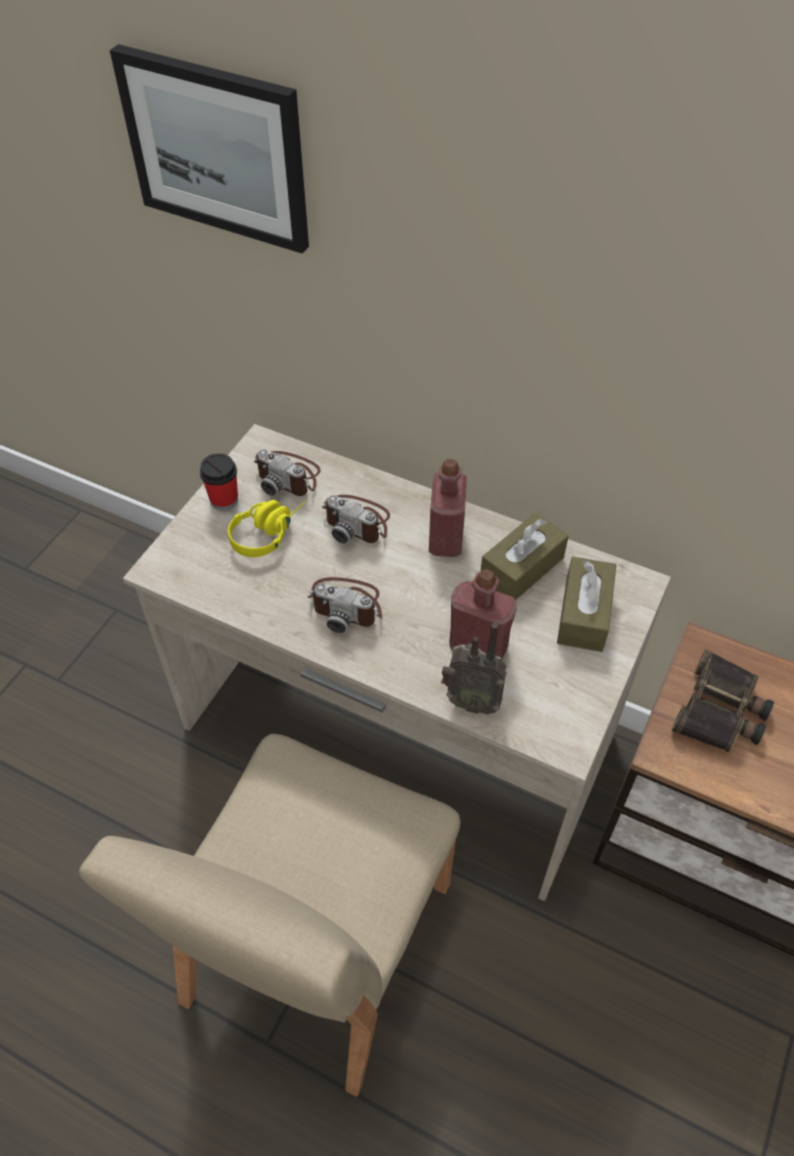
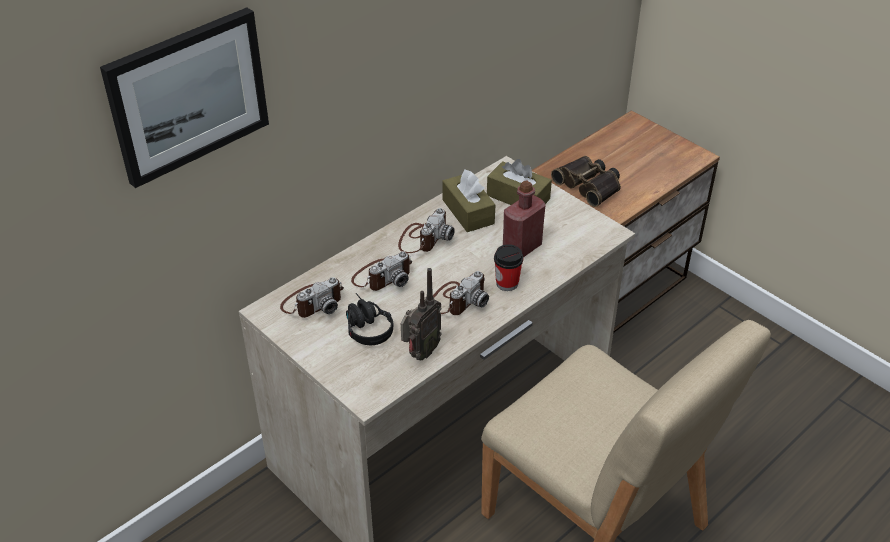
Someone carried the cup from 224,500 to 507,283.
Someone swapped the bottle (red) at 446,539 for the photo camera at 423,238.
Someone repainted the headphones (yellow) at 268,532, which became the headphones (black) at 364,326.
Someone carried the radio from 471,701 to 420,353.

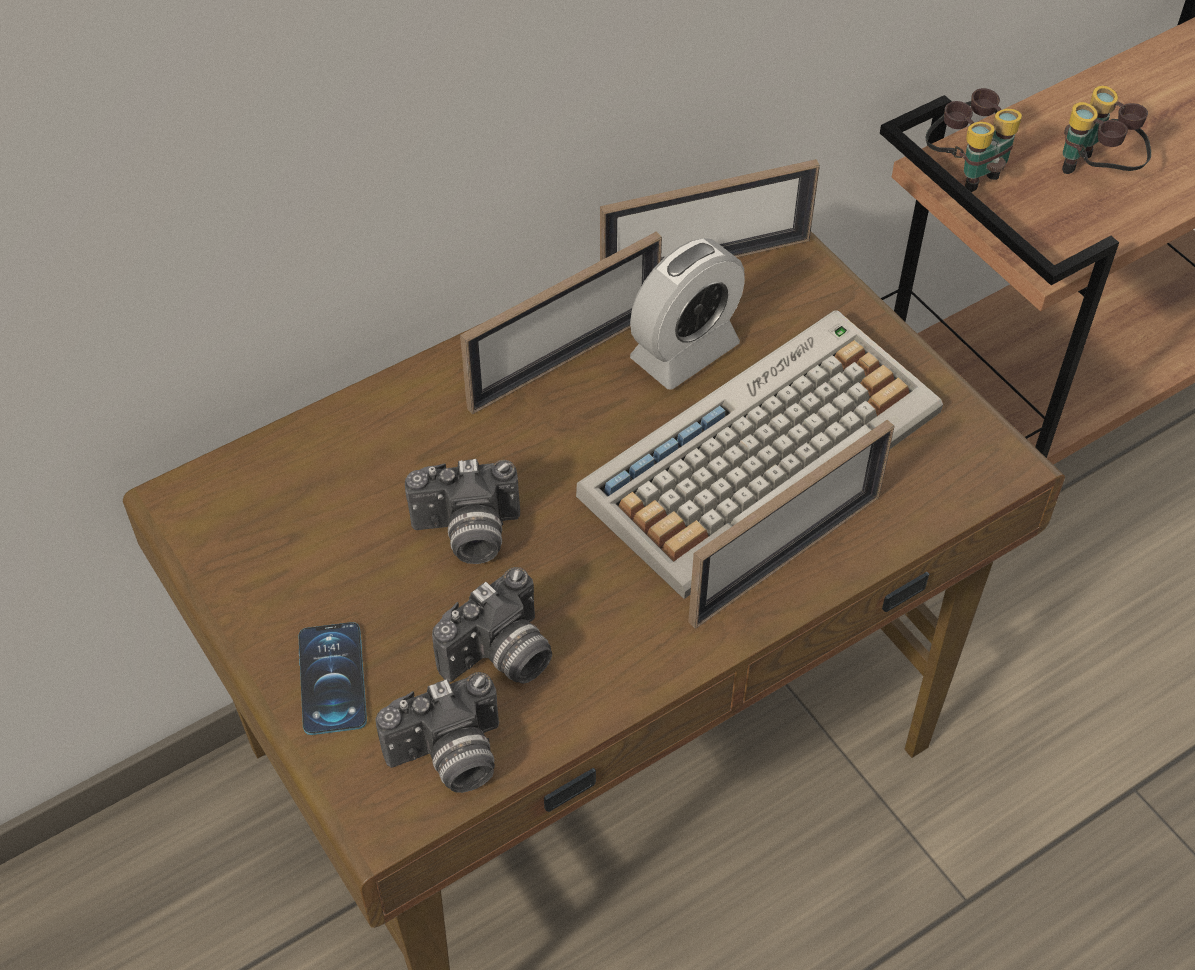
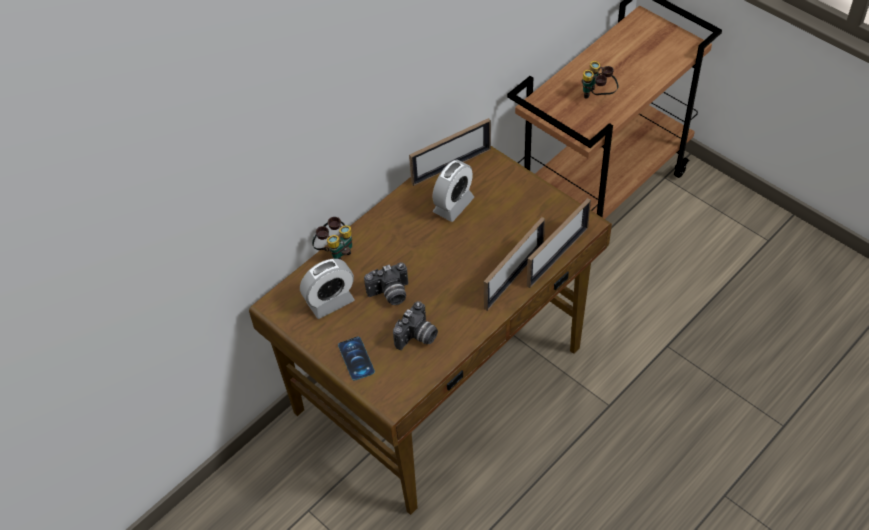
Someone carried the binoculars from 966,170 to 336,252.
Someone carried the picture frame from 565,359 to 557,256.
Someone took away the keyboard at 762,450.
Someone took away the photo camera at 449,759.
Someone put down the alarm clock at 330,302.

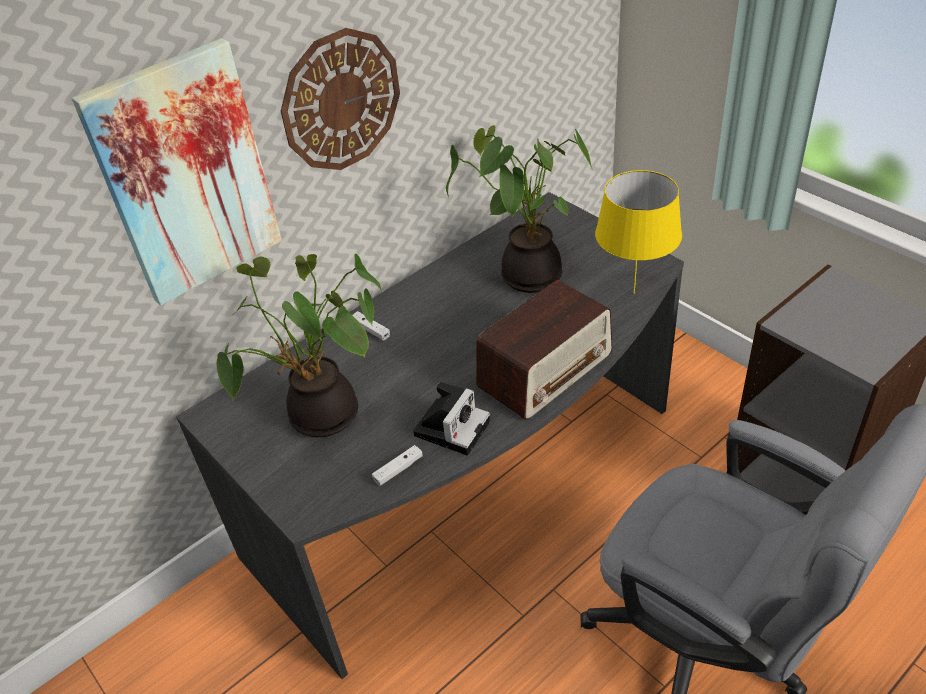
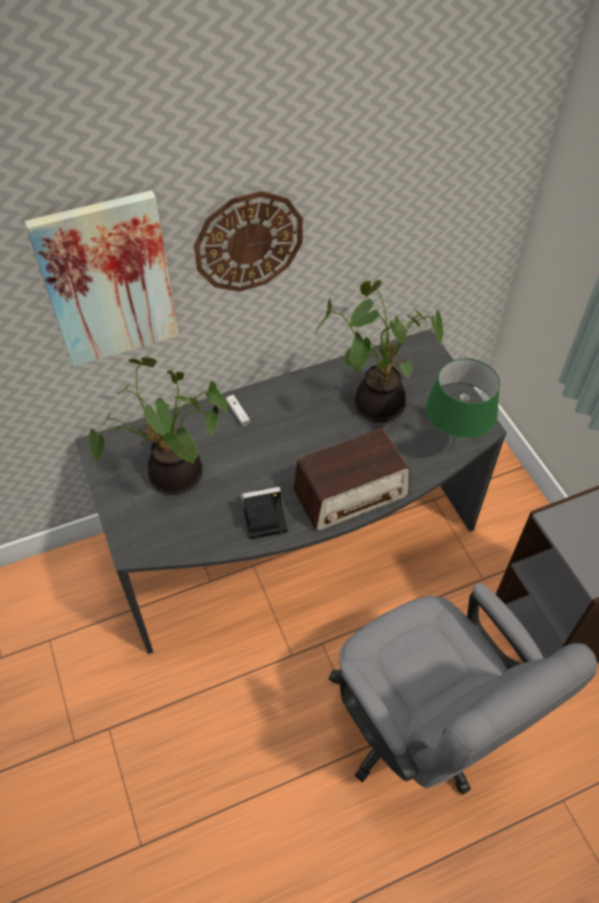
Someone repainted the table lamp (yellow) at 634,294, which became the table lamp (green) at 452,449.
Someone rotated the photo camera at 452,426 by 150 degrees counterclockwise.
Someone took away the game controller (white) at 398,469.

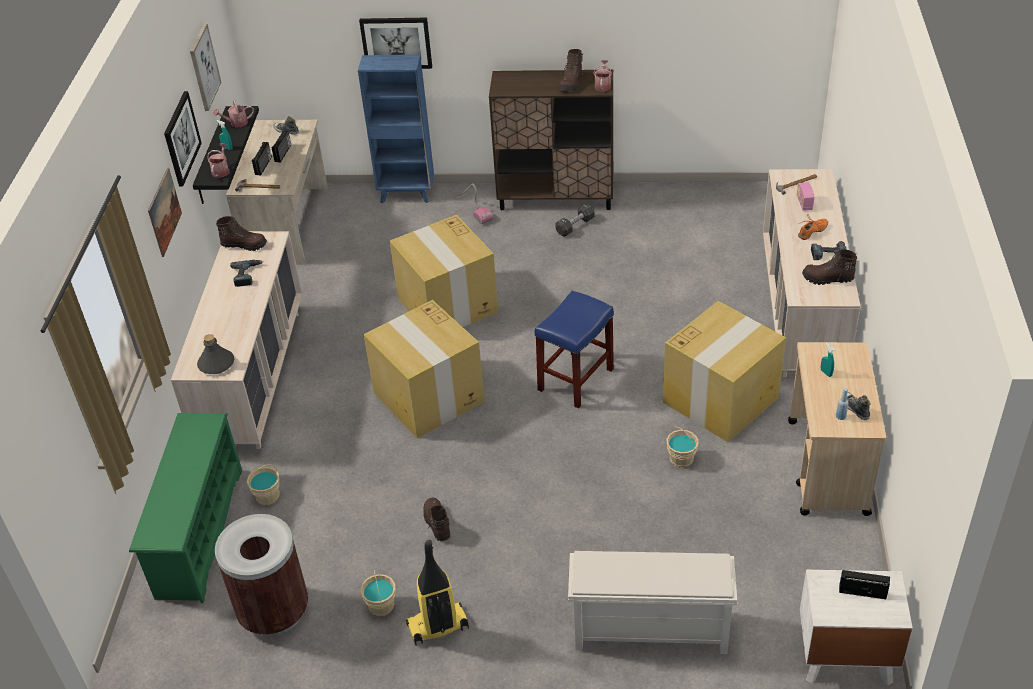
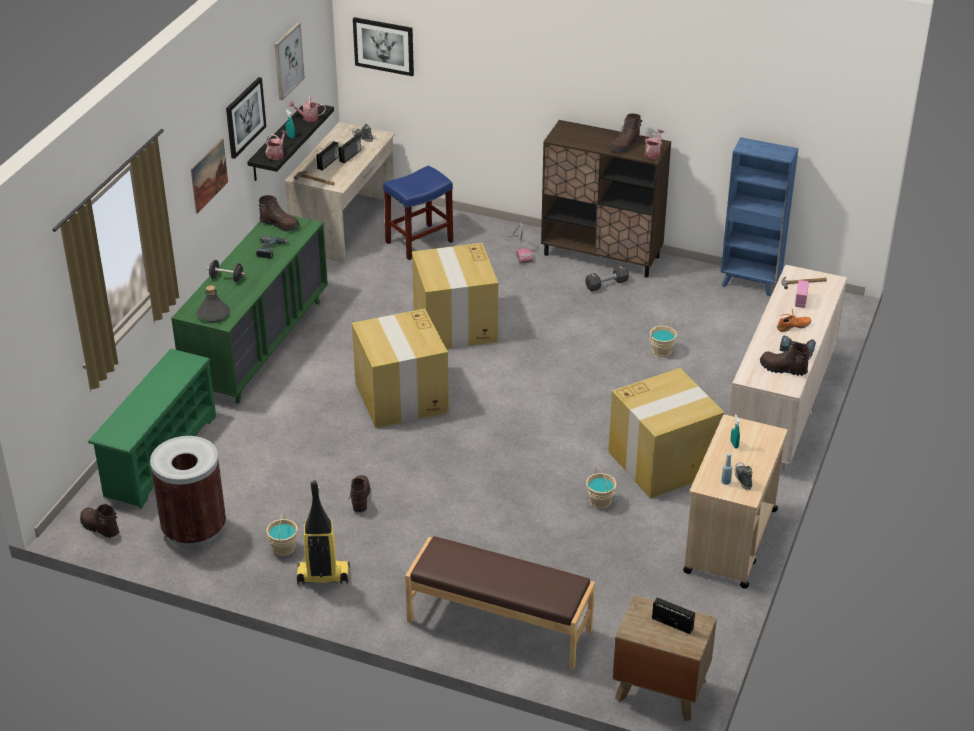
Someone carried the picture from 396,42 to 384,46.
Someone carried the bookcase (blue) from 407,194 to 750,283.
Someone repainted the dresser (beige) at 253,377, which became the dresser (green) at 258,345.
Someone carried the stool (blue) from 575,380 to 419,242.
Someone carried the bucket (beige) from 267,496 to 661,351.
Someone swapped the shoe rack (white) at 649,631 for the bench (brown) at 499,626.
Someone repainted the nightstand (white) at 845,656, which became the nightstand (brown) at 659,689.
Someone put down the dumbbell (black) at 226,278.
Someone put down the boot (brown) at 99,528.

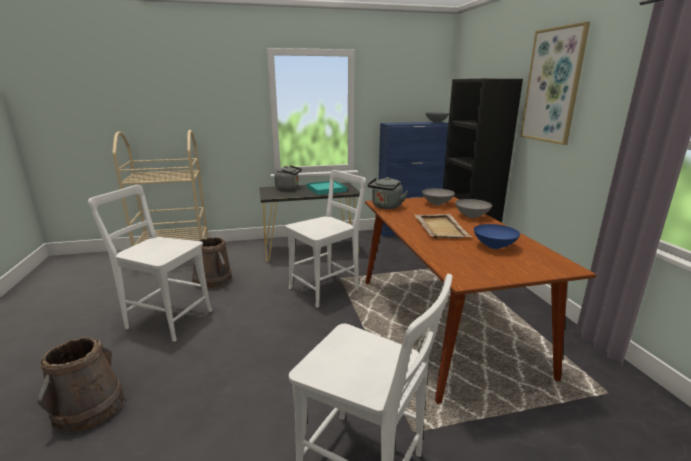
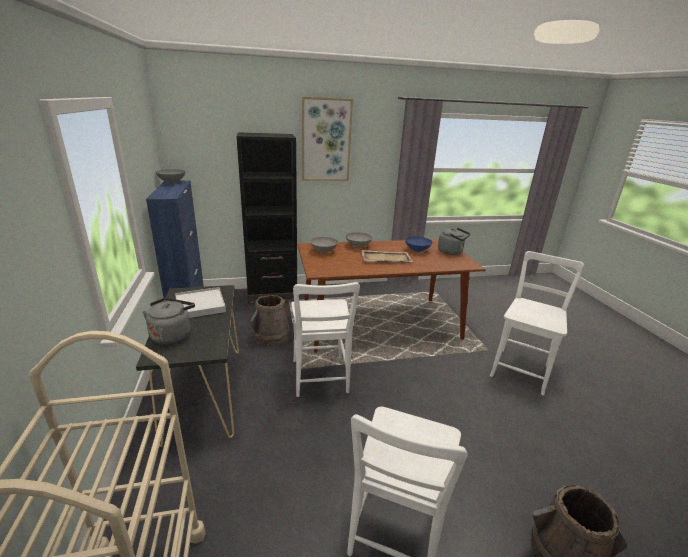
Someone rotated the chair (white) at 327,288 by 150 degrees counterclockwise.
Someone carried the kettle (grey) from 386,207 to 451,252.
Someone repainted the tray (turquoise) at 326,189, which became the tray (white) at 200,305.
Someone carried the bucket (brown) from 212,280 to 272,336.

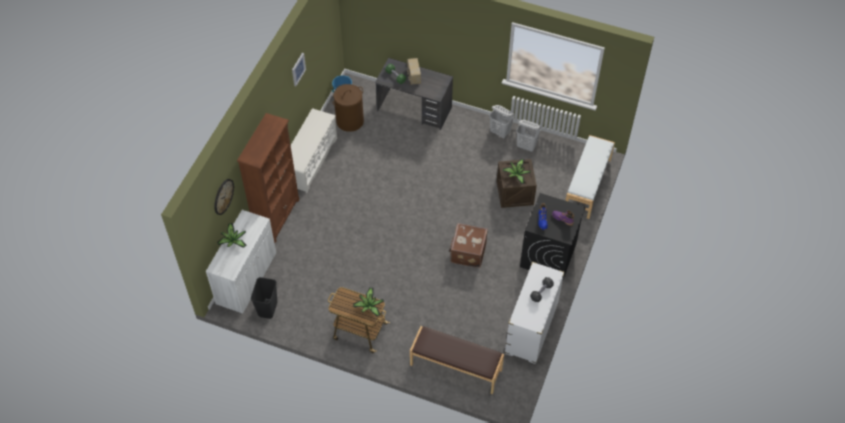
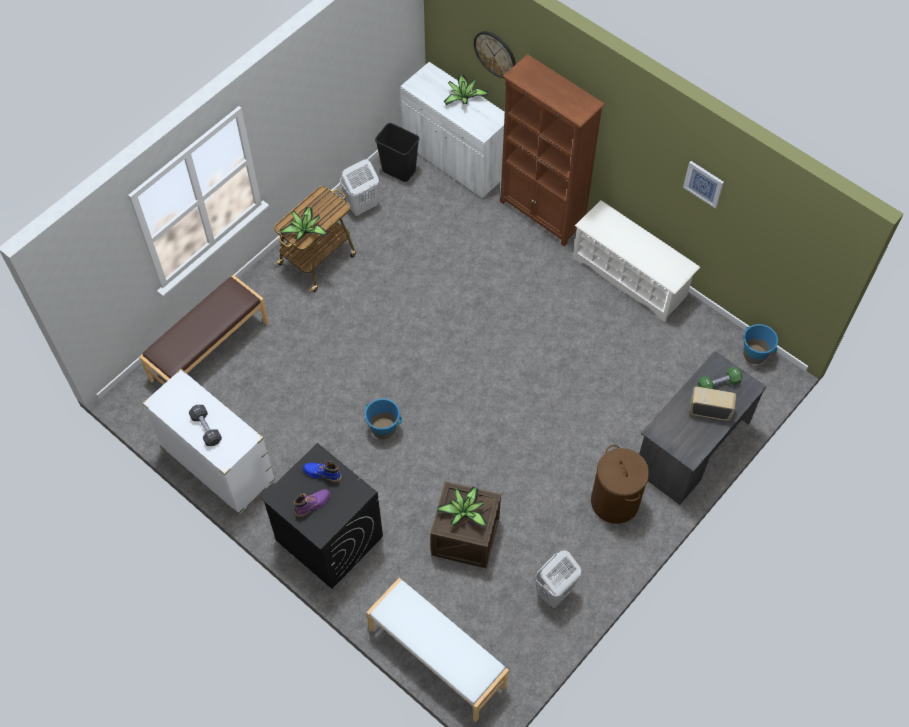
Someone carried the laundry basket (brown) from 350,121 to 615,501.
Someone carried the laundry basket (white) from 500,132 to 361,206.
Someone swapped the suitcase (brown) at 467,252 for the bucket (blue) at 383,428.

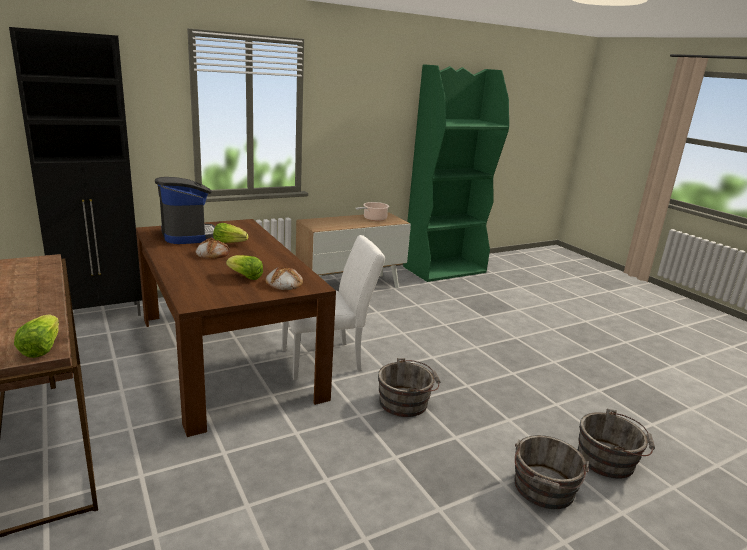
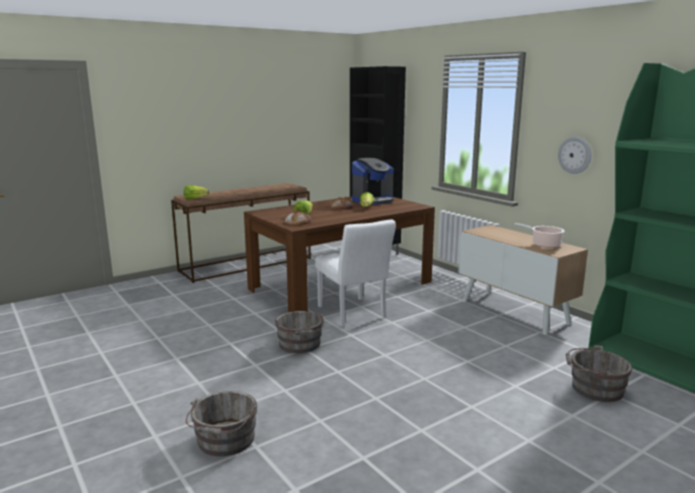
Someone carried the bucket (grey) from 543,490 to 593,388.
Someone put up the wall clock at 575,155.

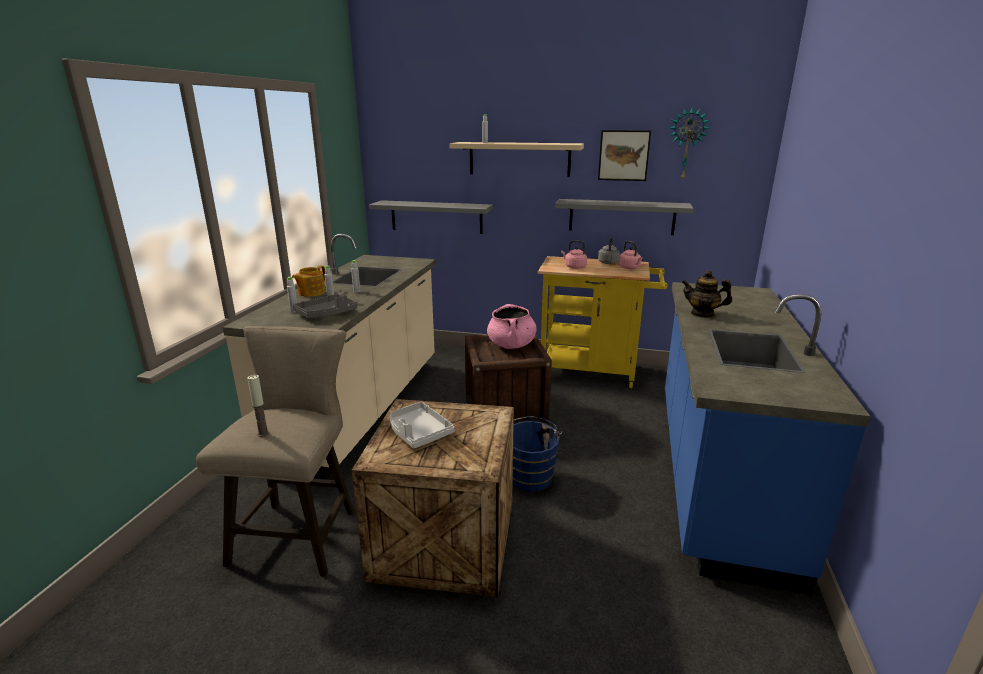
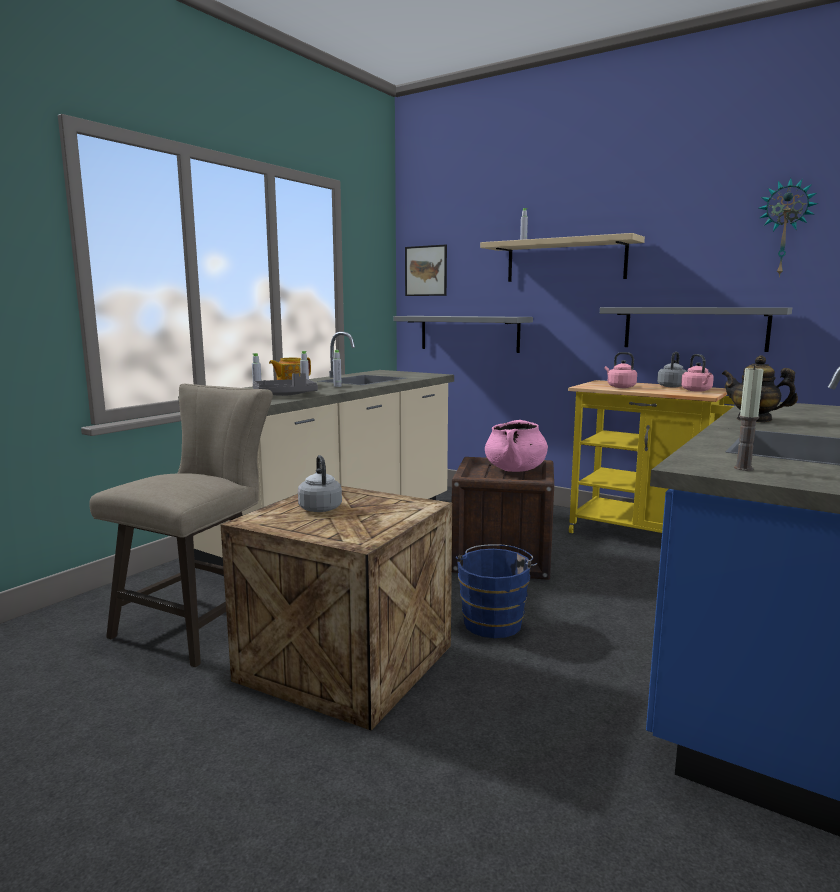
Someone carried the picture from 623,155 to 426,271.
Someone carried the candle from 263,433 to 743,468.
Someone swapped the tray (grey) at 418,432 for the kettle (grey) at 320,508.

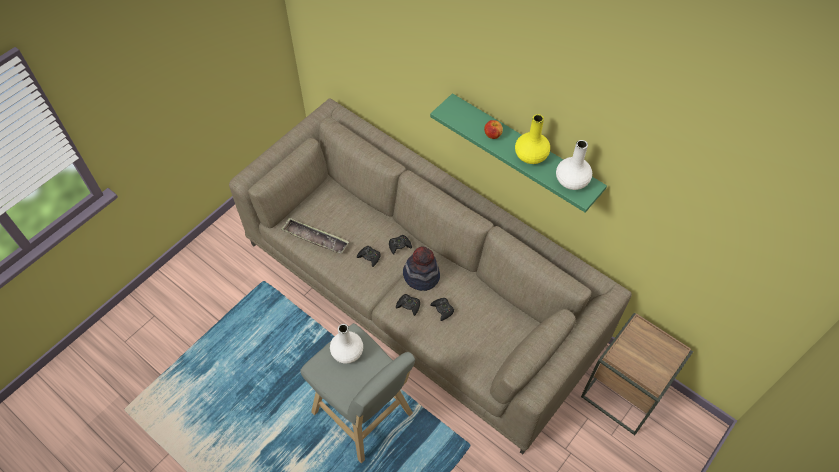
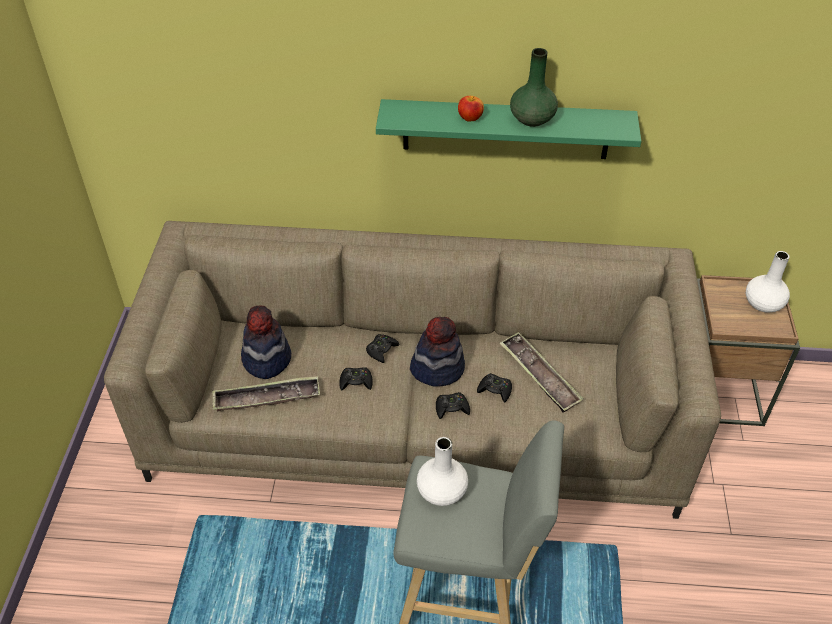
Someone repainted the vase (yellow) at 531,155, which became the vase (green) at 532,118.
Someone carried the vase (white) from 572,181 to 763,304.
Someone put down the hat at 266,359.
Someone put down the tray at 539,376.

